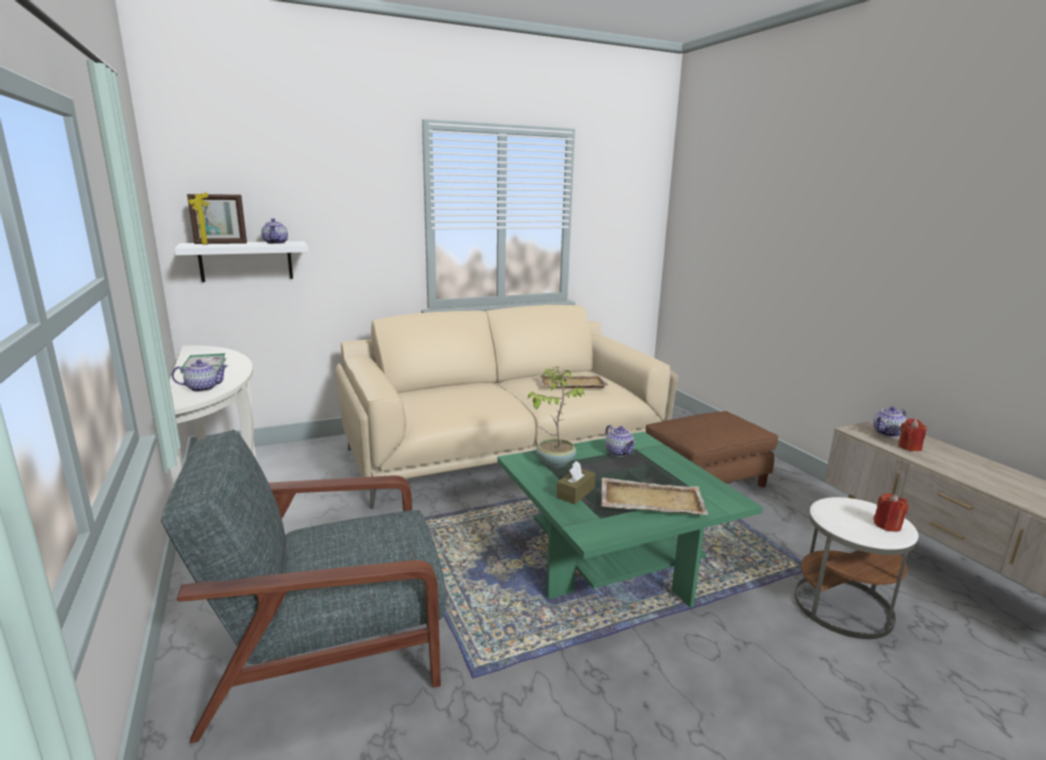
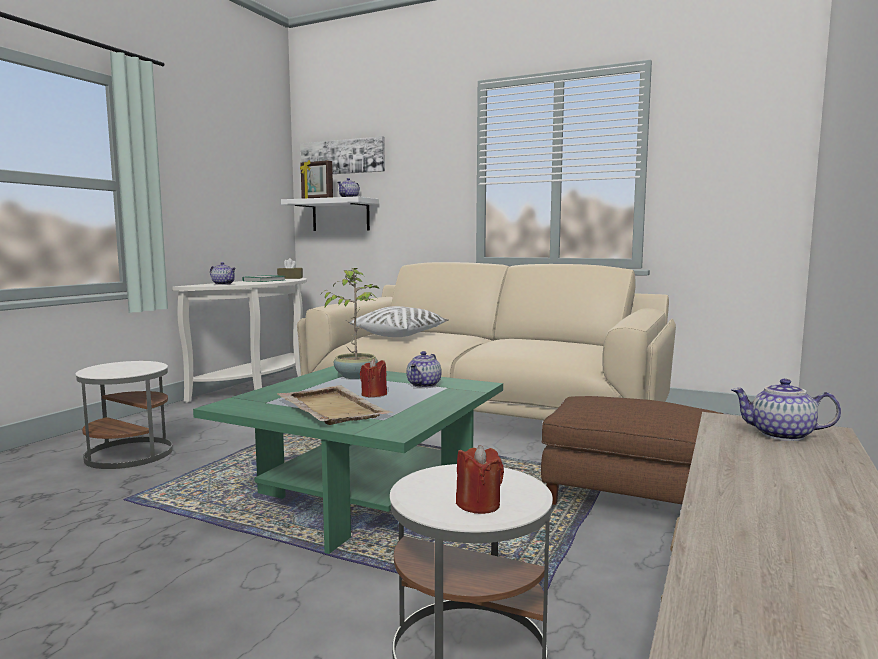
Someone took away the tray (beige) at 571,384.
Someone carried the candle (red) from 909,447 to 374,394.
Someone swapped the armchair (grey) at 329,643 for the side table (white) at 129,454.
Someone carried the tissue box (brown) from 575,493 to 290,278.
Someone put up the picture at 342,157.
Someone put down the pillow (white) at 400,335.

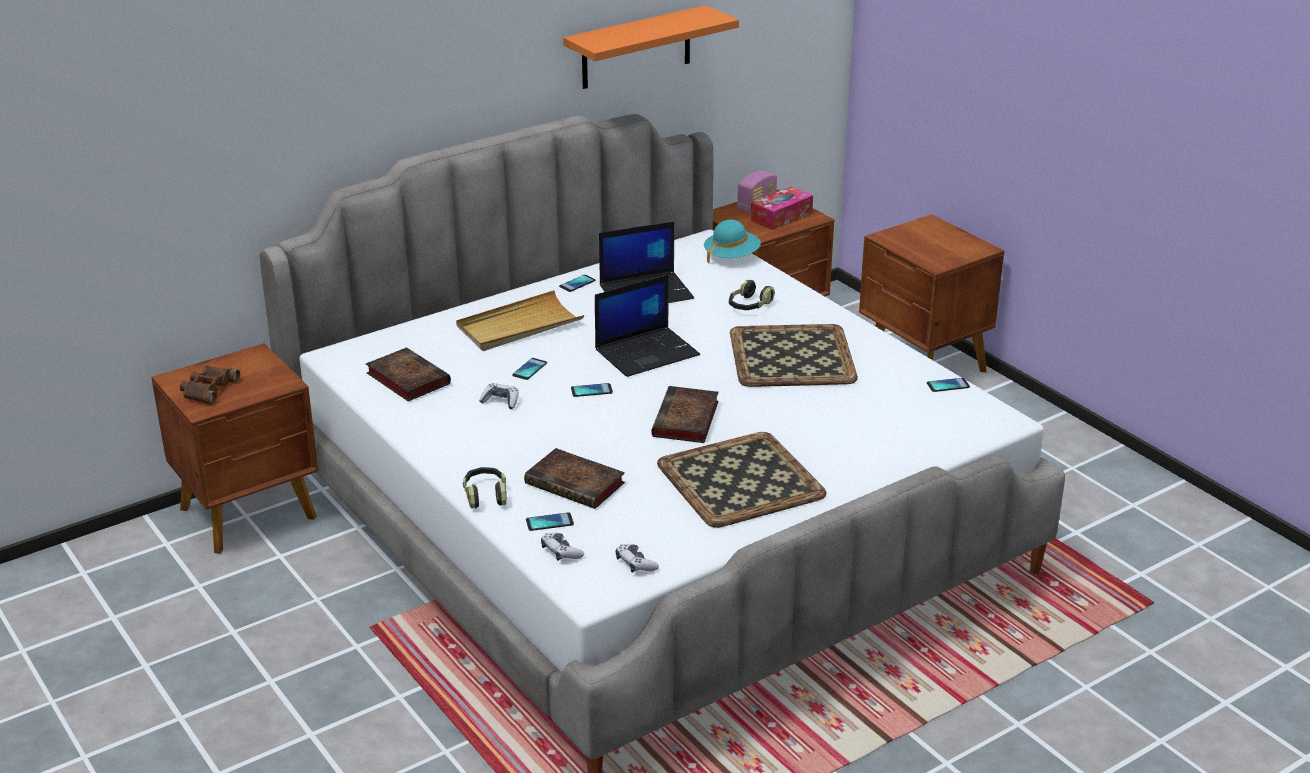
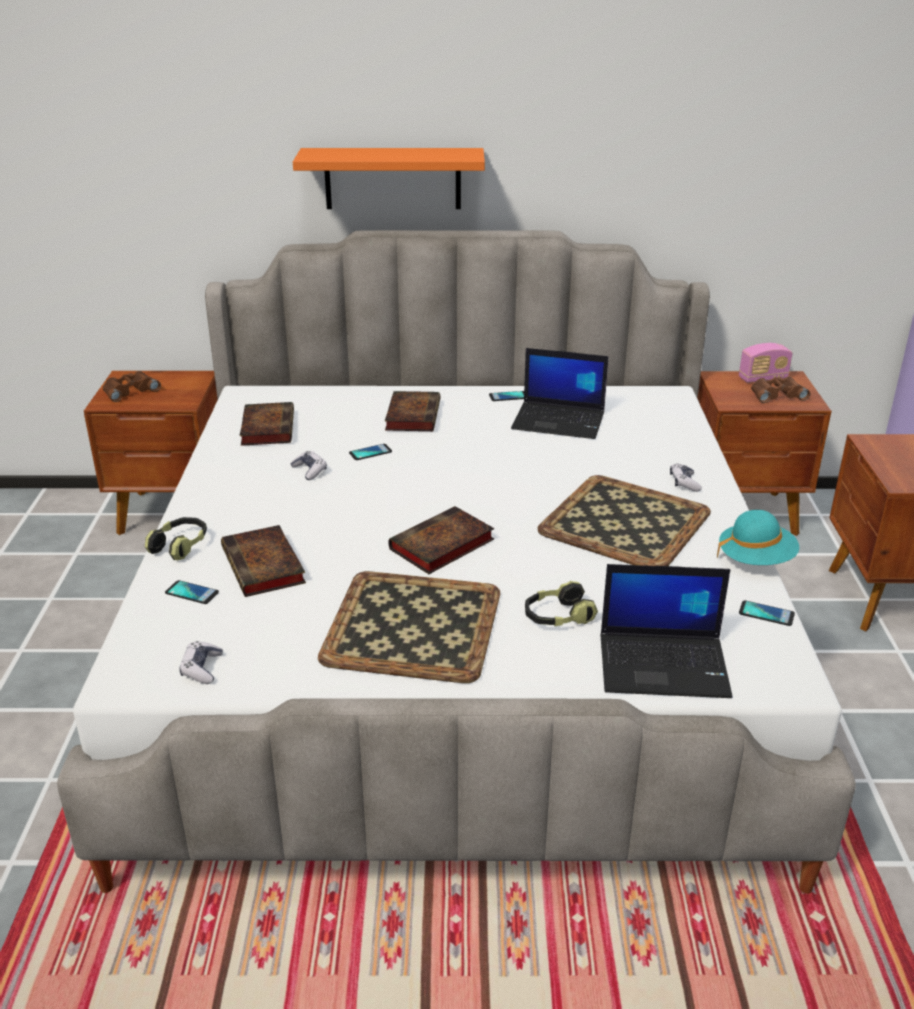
Someone carried the shelf (orange) from 636,48 to 393,178.
Someone swapped the tissue box at 781,217 for the binoculars (brown) at 776,394.
Someone carried the hat (turquoise) from 731,256 to 755,559.
Someone carried the laptop from 647,352 to 665,665.
Someone carried the headphones from 749,306 to 558,617.
Someone swapped the tray (beige) at 519,326 for the book at 412,415.
Someone took away the phone at 591,390.
Someone carried the game controller from 561,552 to 684,483.

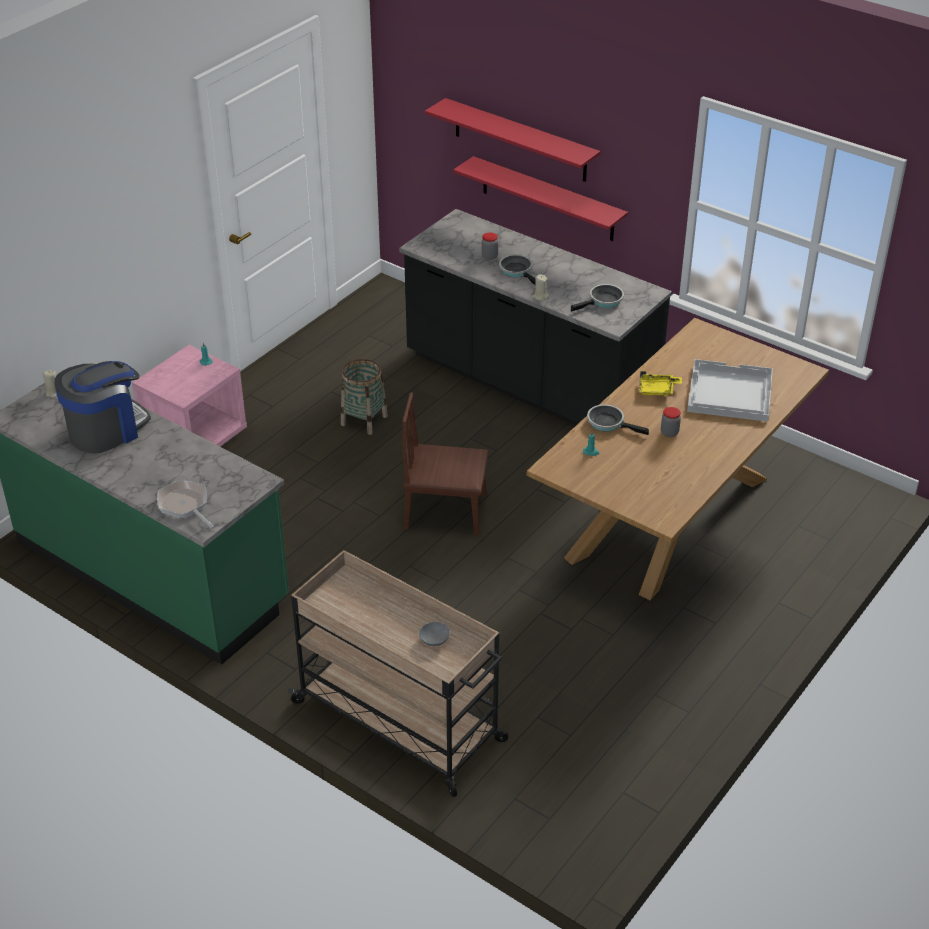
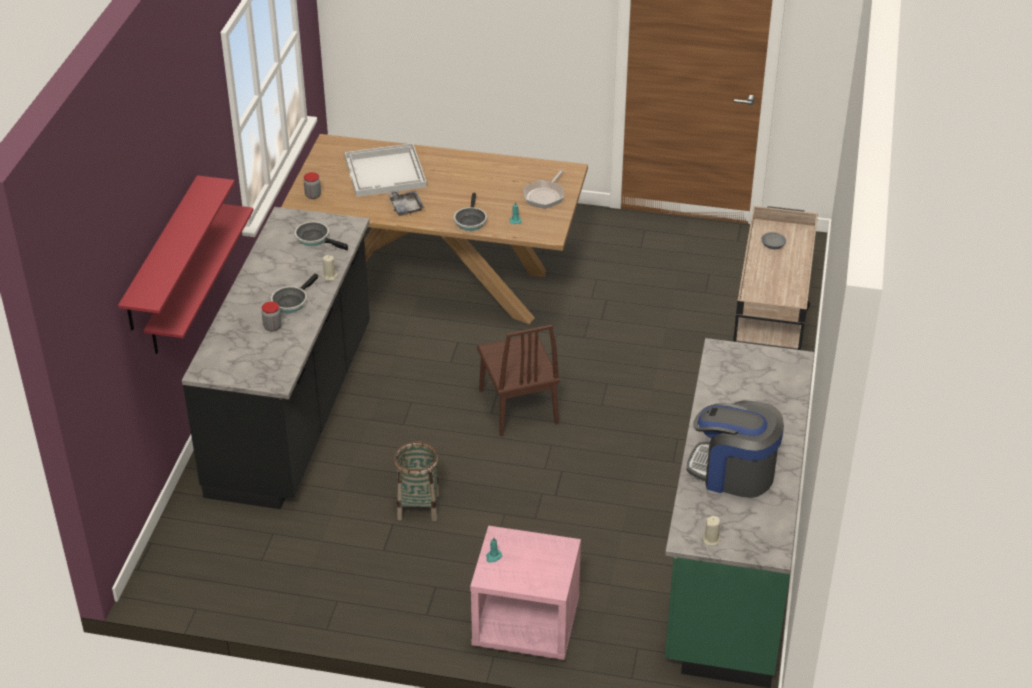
Someone repainted the tray (yellow) at 657,390, which became the tray (grey) at 405,207.
Someone carried the jar from 669,433 to 313,195.
Someone carried the frying pan from 185,505 to 545,195.

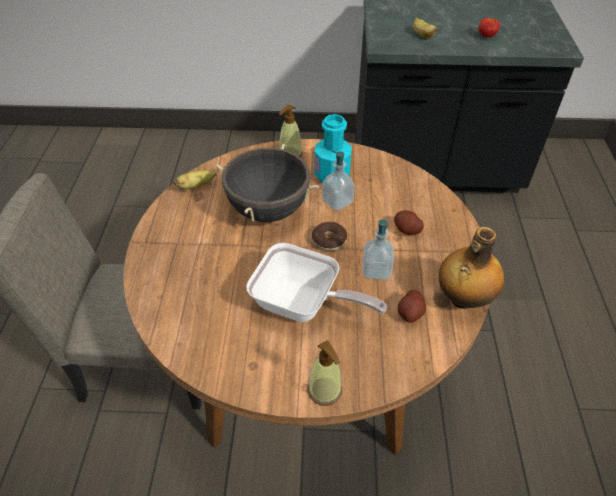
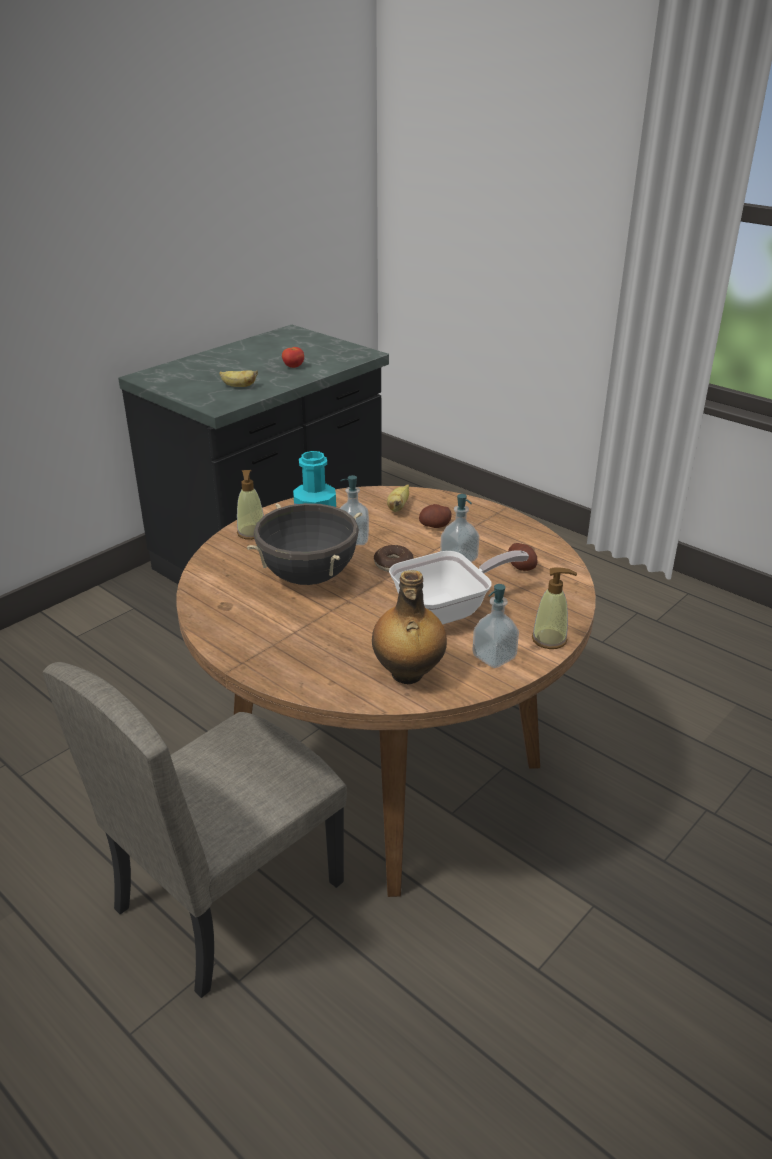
Someone carried the banana from 196,186 to 398,507.
Someone carried the bottle from 462,298 to 407,674.
Someone put down the soap dispenser at 494,657.

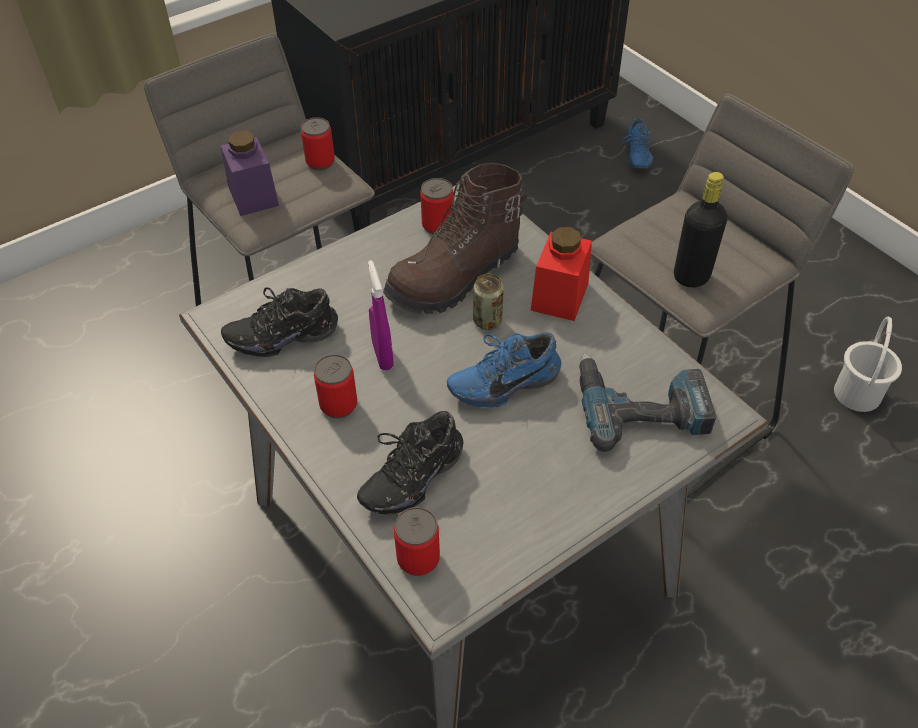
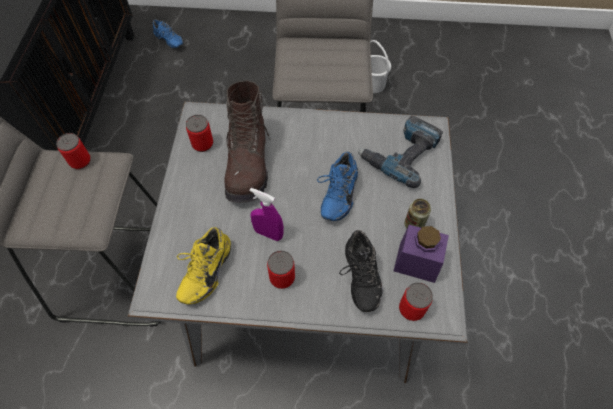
Someone carried the jar (purple) from 253,196 to 417,262.
Someone took away the bottle (black) at 691,276.
Someone took away the jar (red) at 559,296.
Someone carried the can from 487,321 to 414,225.
Someone repainted the shoe (black) at 282,334, which became the shoe (yellow) at 204,271.

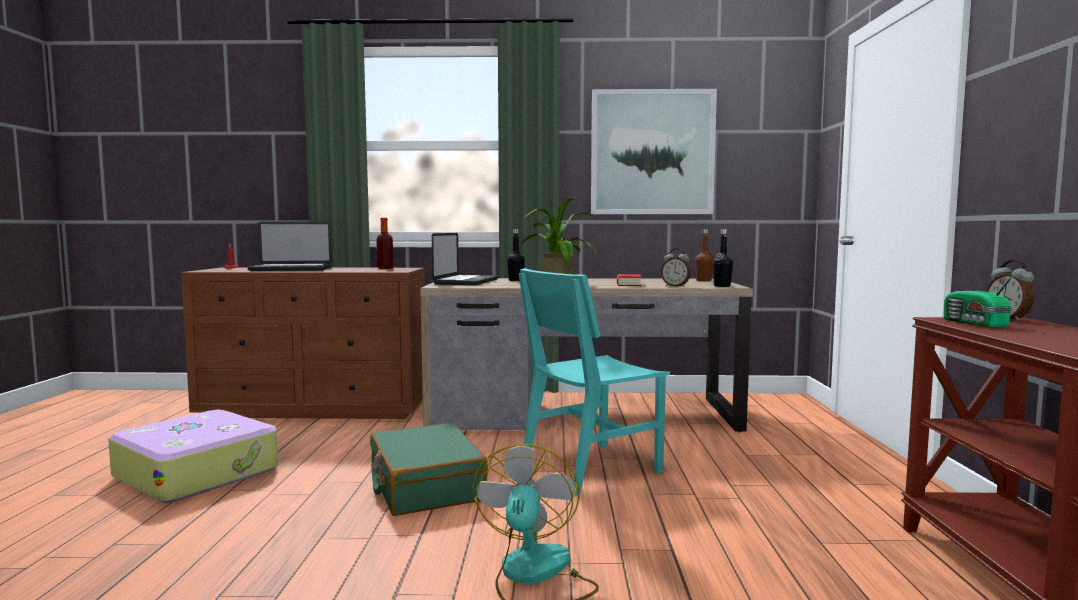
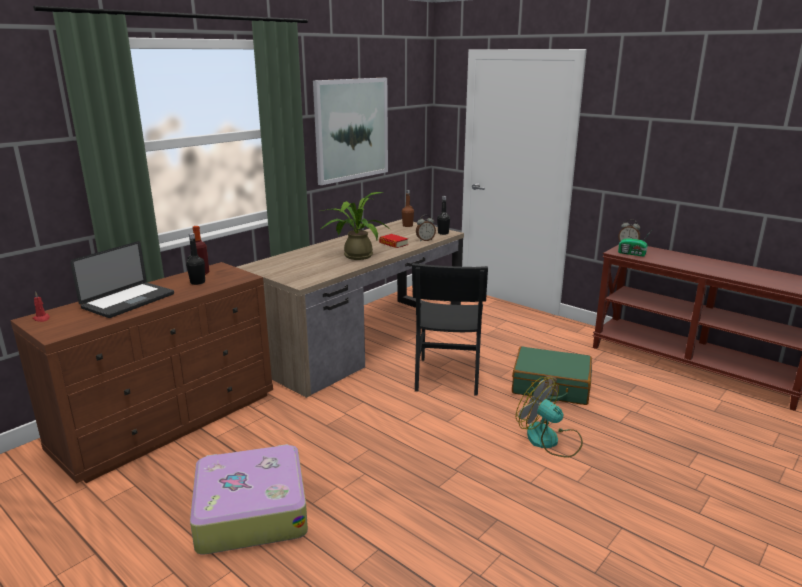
Someone carried the bottle (black) from 516,280 to 197,282.
Someone took away the laptop at 466,282.
Someone repainted the chair (turquoise) at 590,467, which became the chair (black) at 447,376.
Someone carried the suitcase (green) from 425,486 to 550,386.

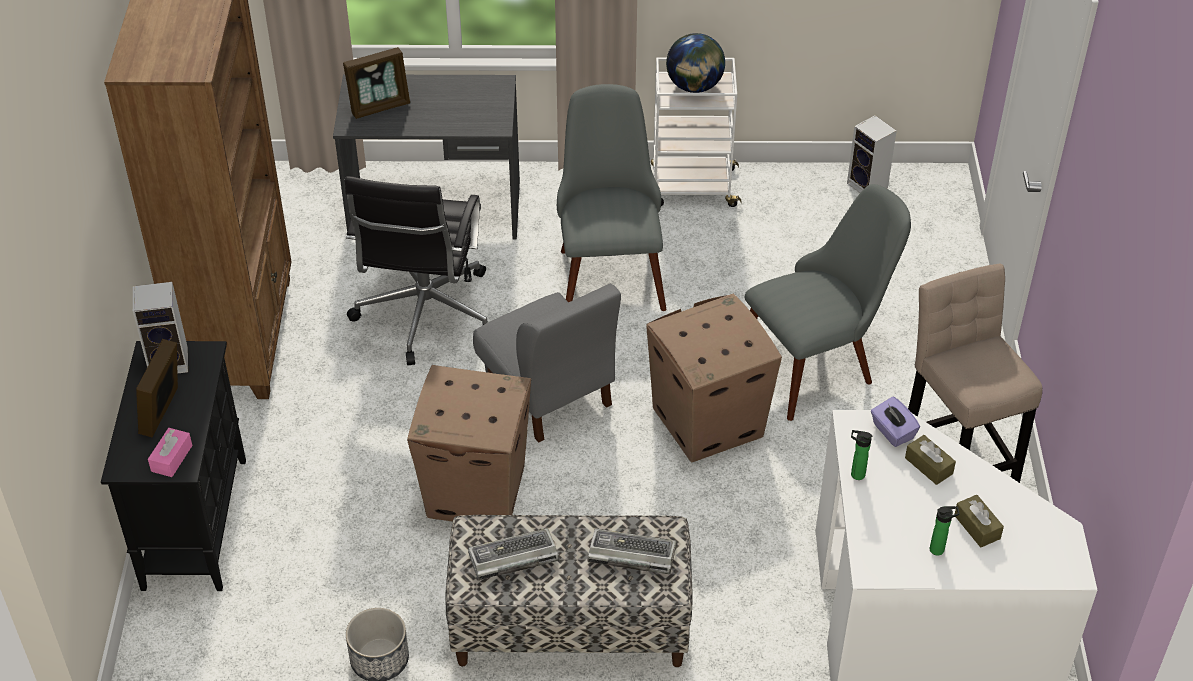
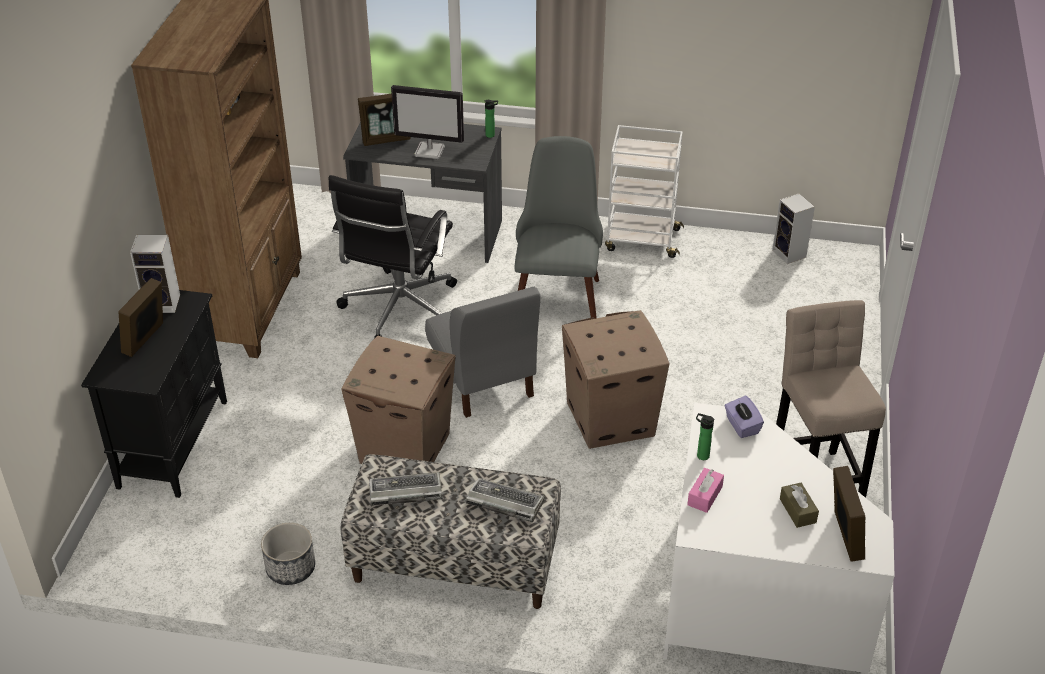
Someone took away the globe at 694,86.
Someone took away the chair (grey) at 817,361.
Someone carried the tissue box (pink) from 171,458 to 705,496.
Someone took away the tissue box (brown) at 928,466.
Someone carried the bottle from 939,549 to 491,135.
Someone put down the monitor at 430,151.
Someone put down the picture frame at 844,536.

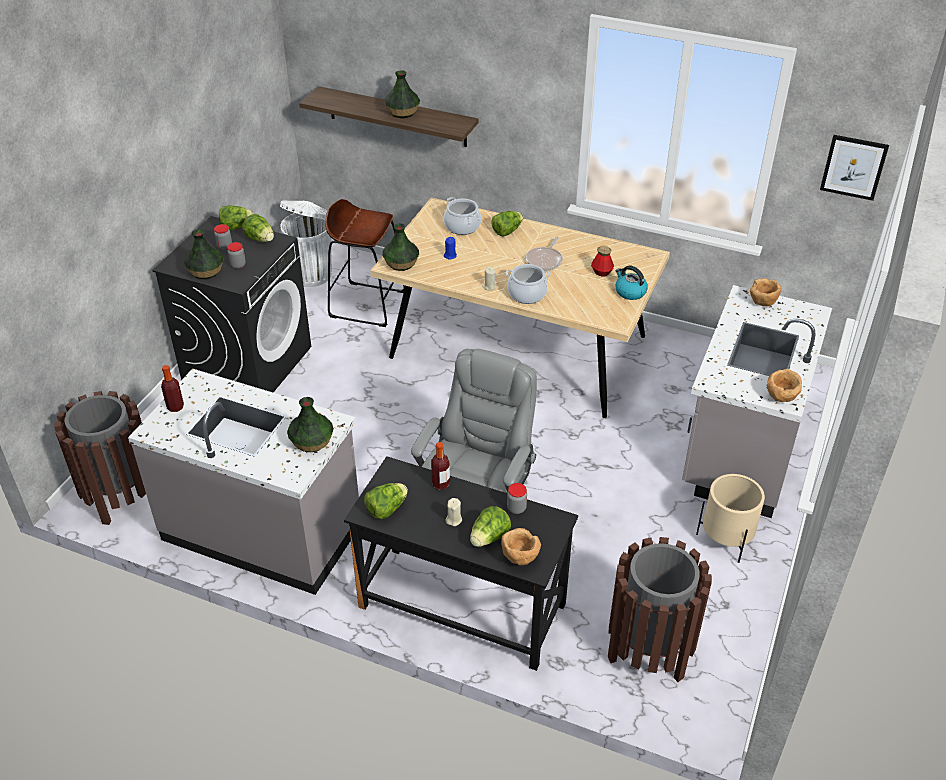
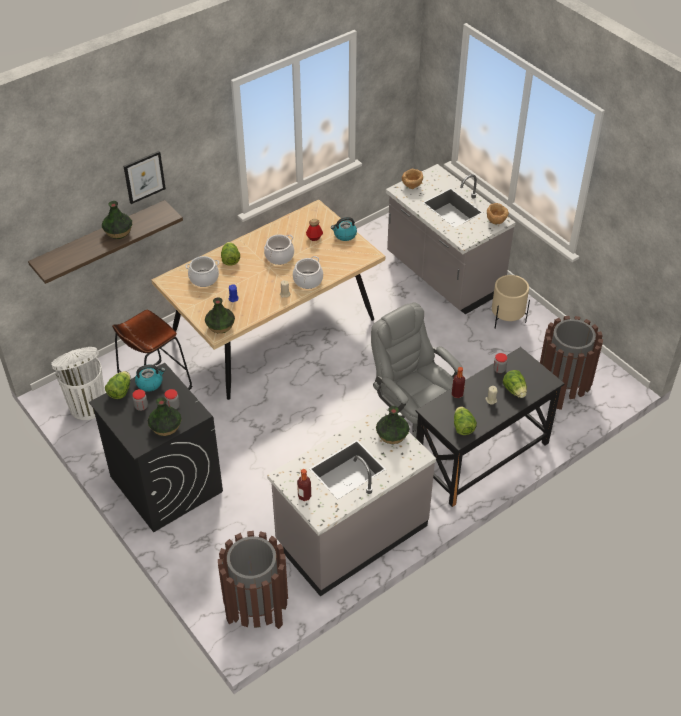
Someone carried the picture from 853,167 to 144,177.
Someone swapped the lettuce at 260,239 for the kettle at 150,383.
Someone swapped the frying pan at 545,260 for the cooking pot at 279,256.
Someone took away the bowl (brown) at 519,558.

